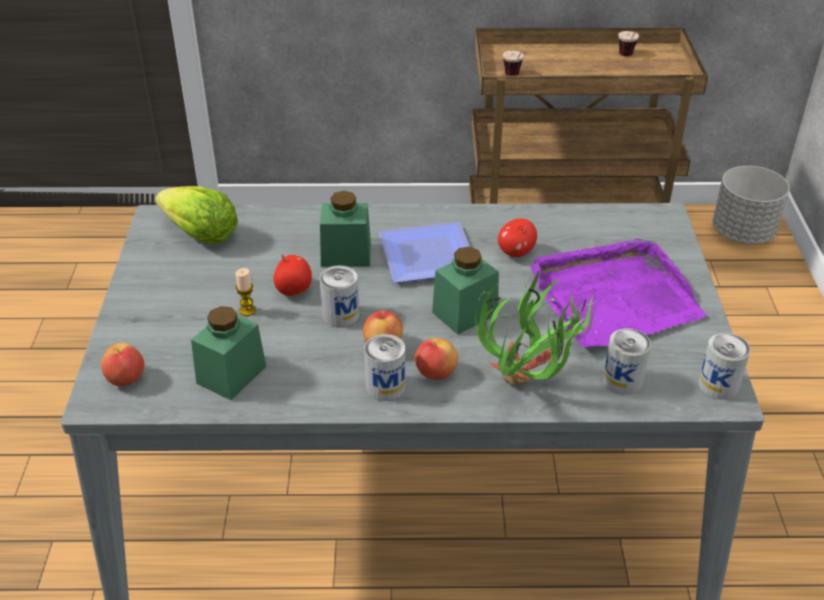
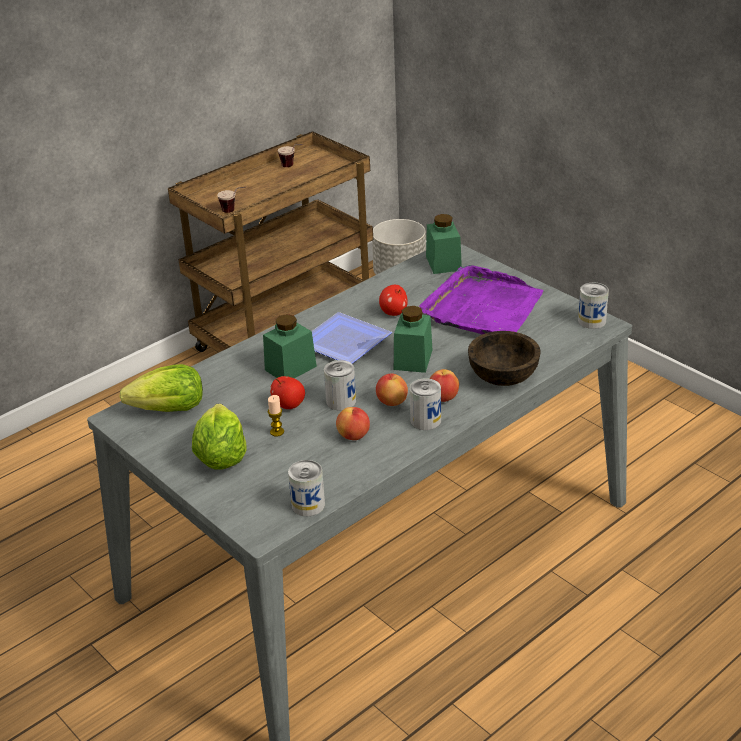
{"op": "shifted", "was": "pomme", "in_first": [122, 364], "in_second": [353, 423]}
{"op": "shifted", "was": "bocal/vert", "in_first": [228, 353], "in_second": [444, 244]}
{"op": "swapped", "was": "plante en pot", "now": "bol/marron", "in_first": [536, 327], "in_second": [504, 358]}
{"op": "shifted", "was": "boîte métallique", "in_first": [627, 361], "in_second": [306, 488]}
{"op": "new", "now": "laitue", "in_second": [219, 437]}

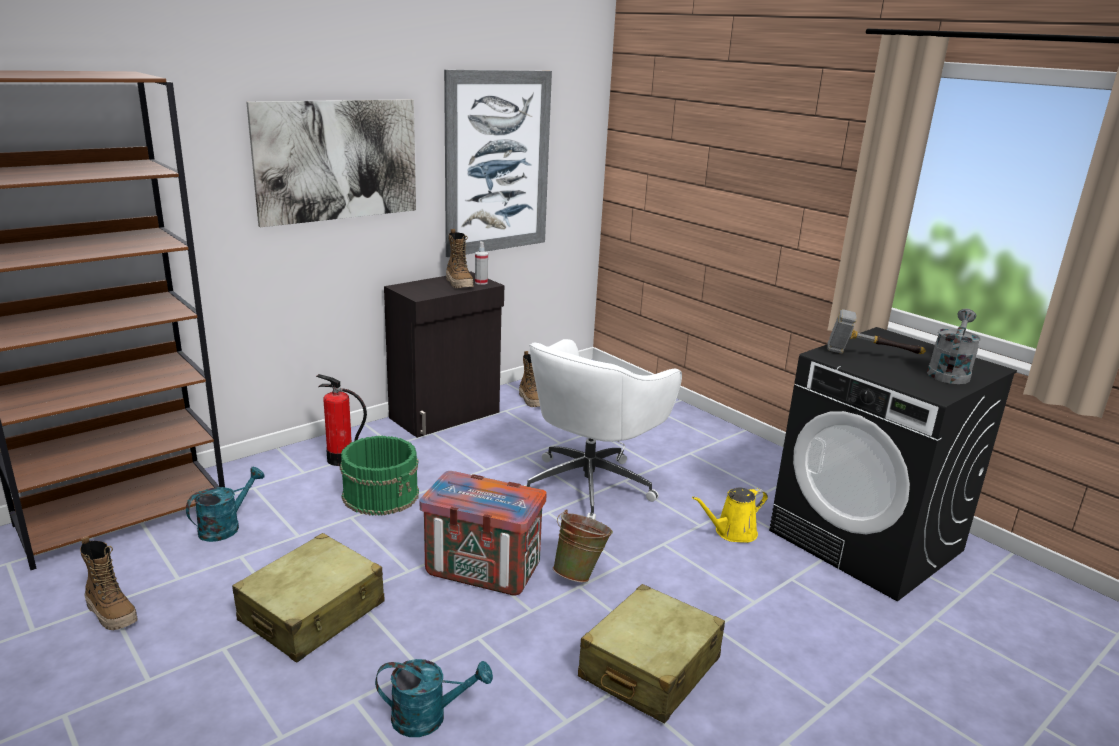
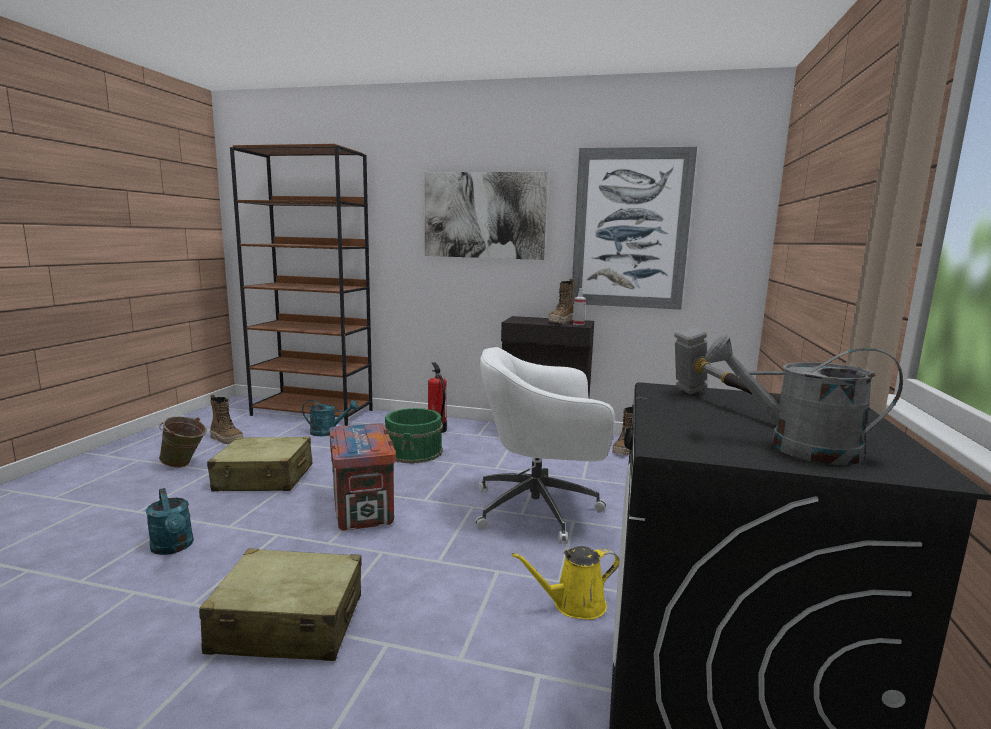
{"op": "rotated", "was": "botte", "in_first": [109, 583], "in_second": [226, 419], "clockwise": -60}
{"op": "shifted", "was": "seau/vert", "in_first": [583, 545], "in_second": [183, 442]}
{"op": "rotated", "was": "arrosoir/jaune", "in_first": [730, 515], "in_second": [565, 583], "clockwise": -45}
{"op": "rotated", "was": "arrosoir/gris", "in_first": [954, 346], "in_second": [804, 400], "clockwise": -150}

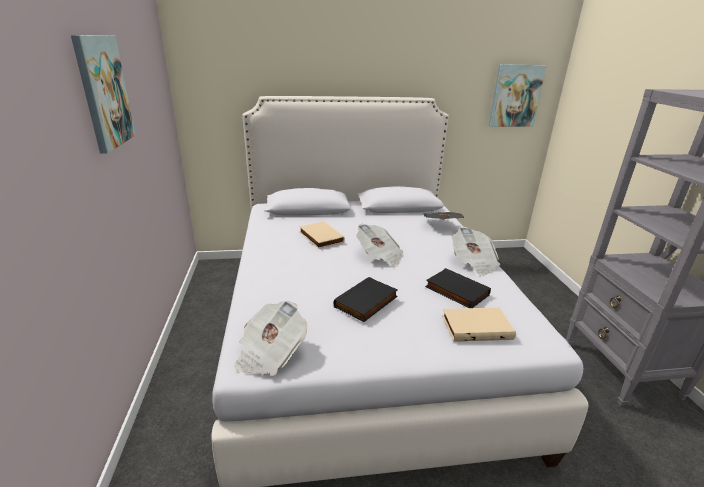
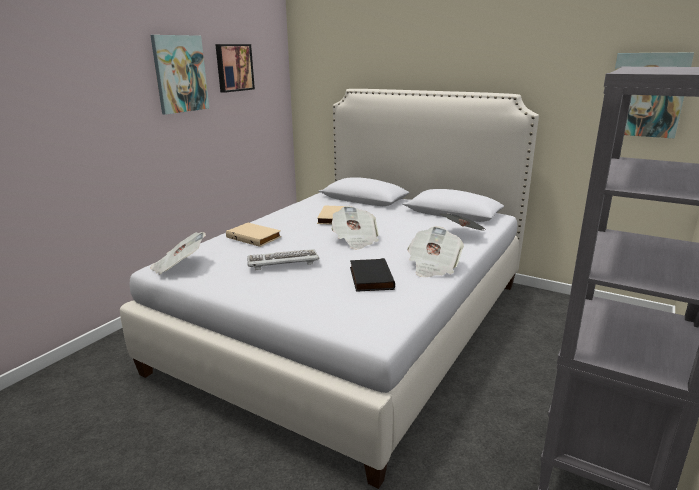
{"op": "swapped", "was": "livre/noir", "now": "clavier", "in_first": [366, 299], "in_second": [283, 259]}
{"op": "shifted", "was": "livre/beige", "in_first": [479, 324], "in_second": [253, 235]}
{"op": "new", "now": "tableau", "in_second": [235, 68]}

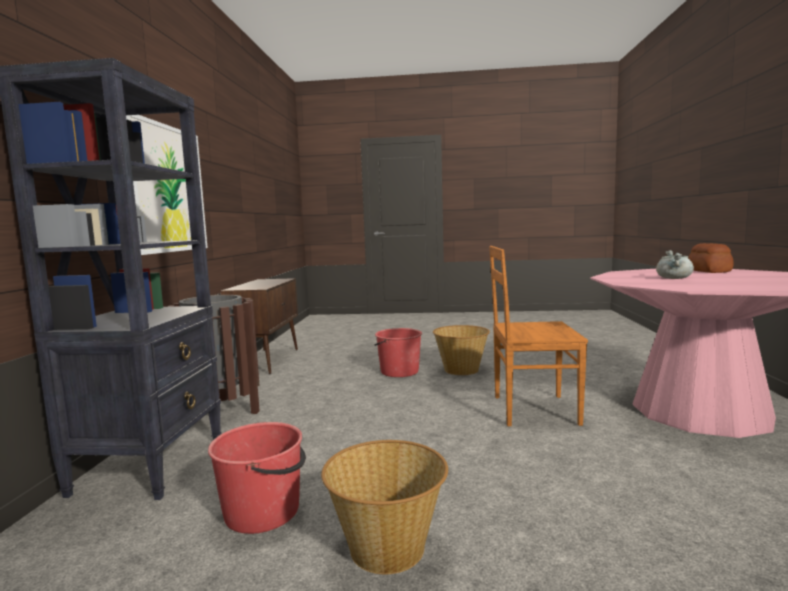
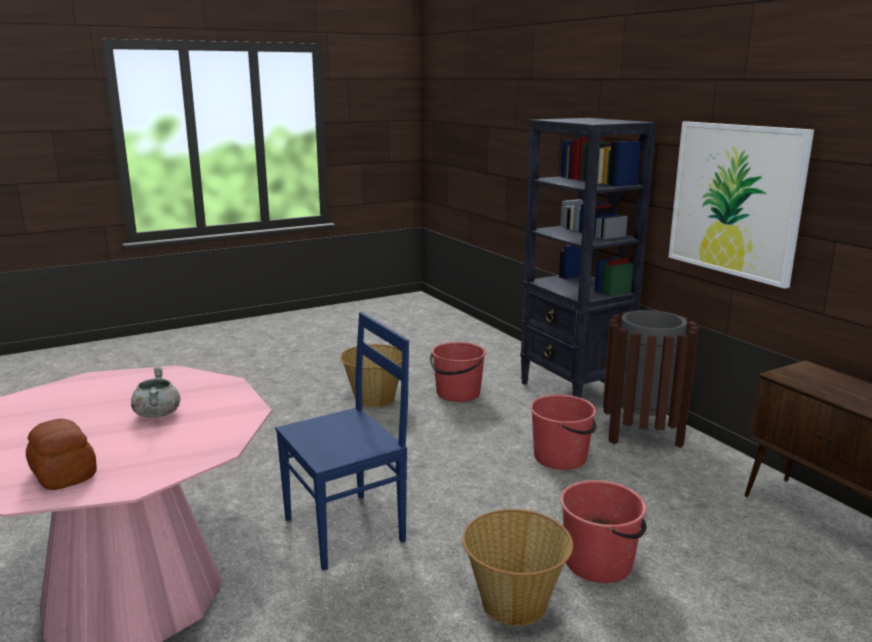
{"op": "repainted", "was": "chaise/marron", "now": "chaise/bleu", "in_first": [538, 336], "in_second": [342, 441]}
{"op": "new", "now": "seau/rouge", "in_second": [563, 432]}

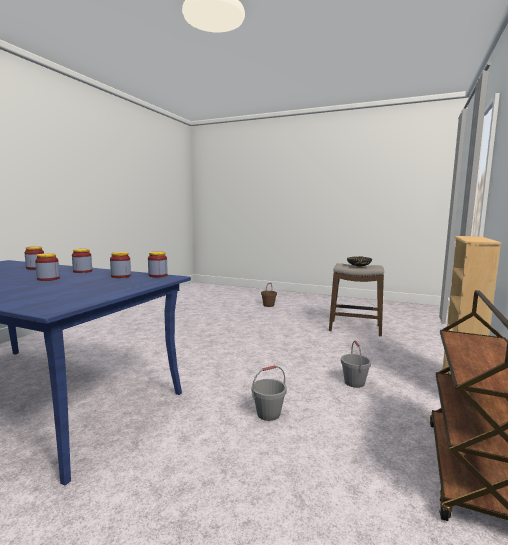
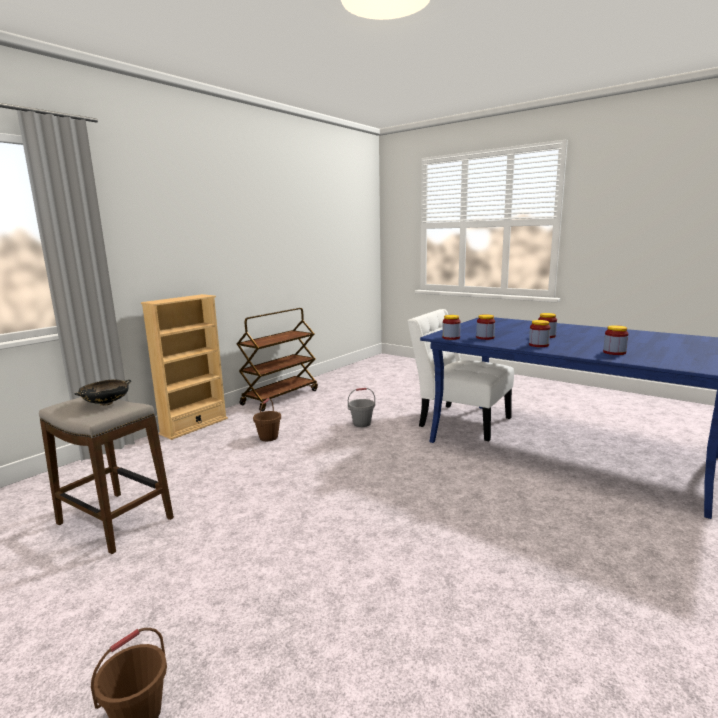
{"op": "repainted", "was": "seau/gris", "now": "seau/marron", "in_first": [356, 364], "in_second": [267, 419]}
{"op": "new", "now": "chaise/blanc", "in_second": [461, 375]}

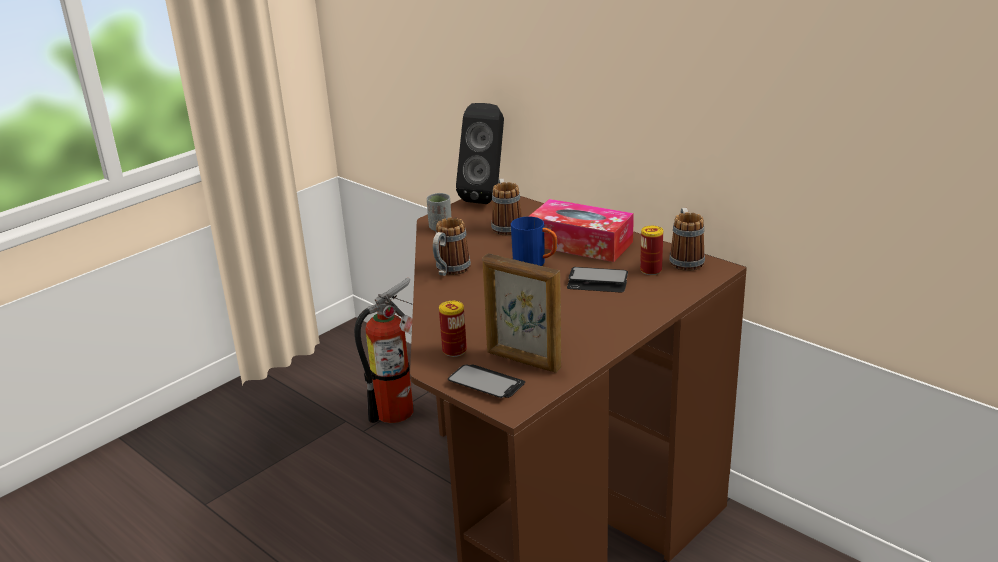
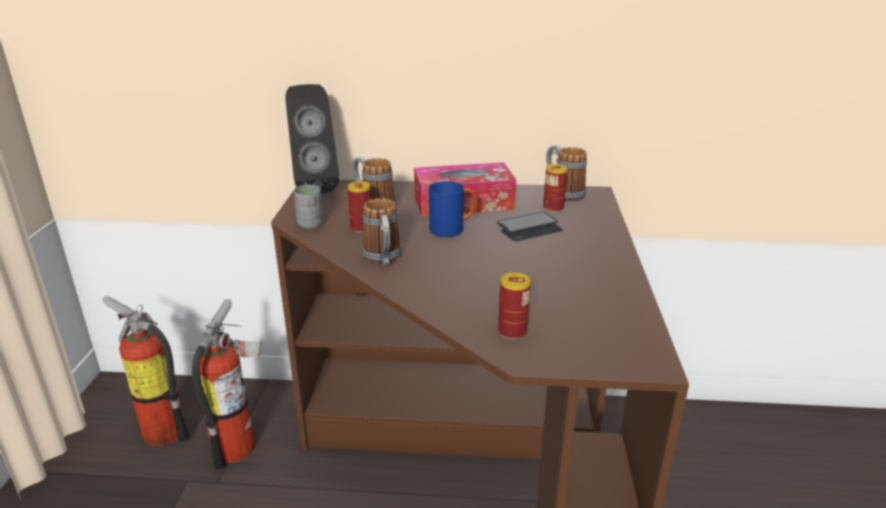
{"op": "gone", "was": "téléphone", "in_first": [486, 381]}
{"op": "gone", "was": "cadre photo", "in_first": [522, 313]}
{"op": "new", "now": "extincteur", "in_second": [145, 371]}
{"op": "new", "now": "boîte métallique", "in_second": [359, 207]}

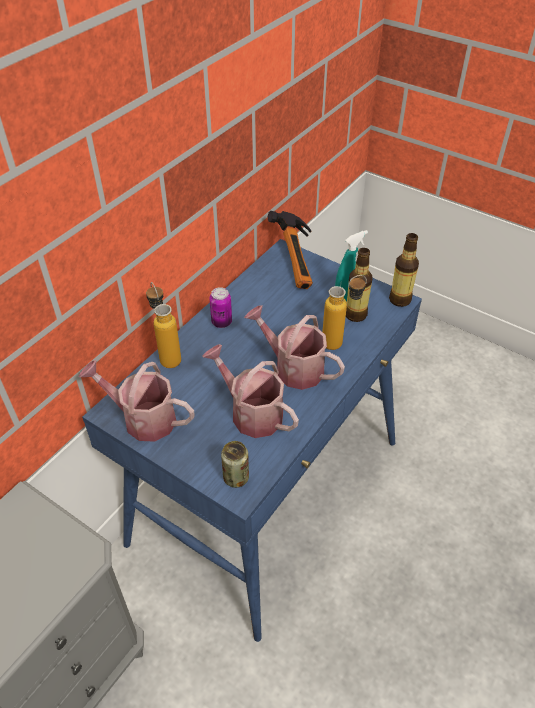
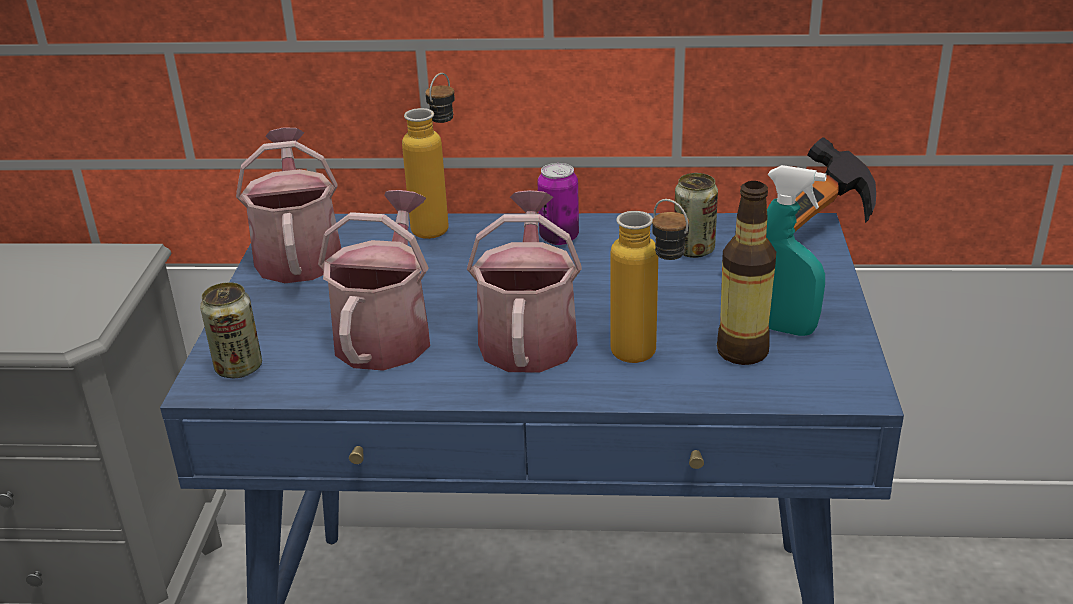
{"op": "gone", "was": "bouteille", "in_first": [404, 270]}
{"op": "new", "now": "boîte métallique", "in_second": [696, 215]}

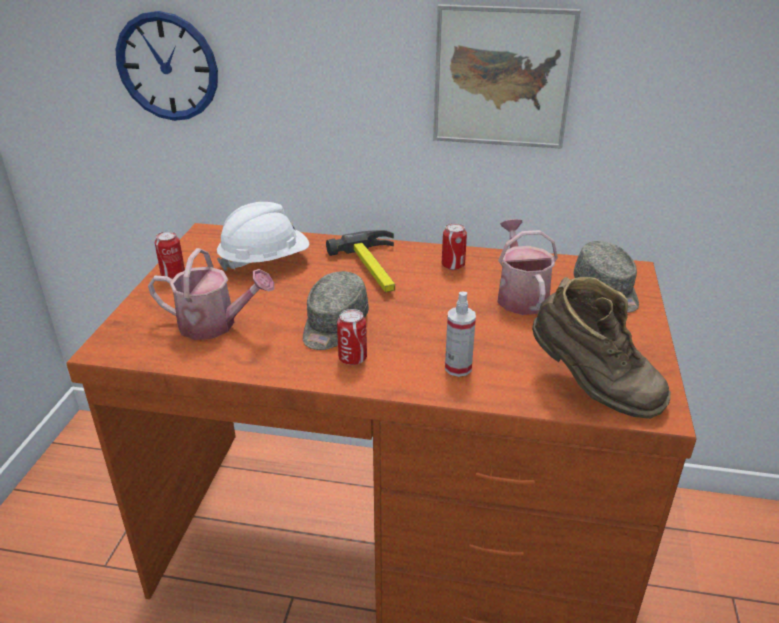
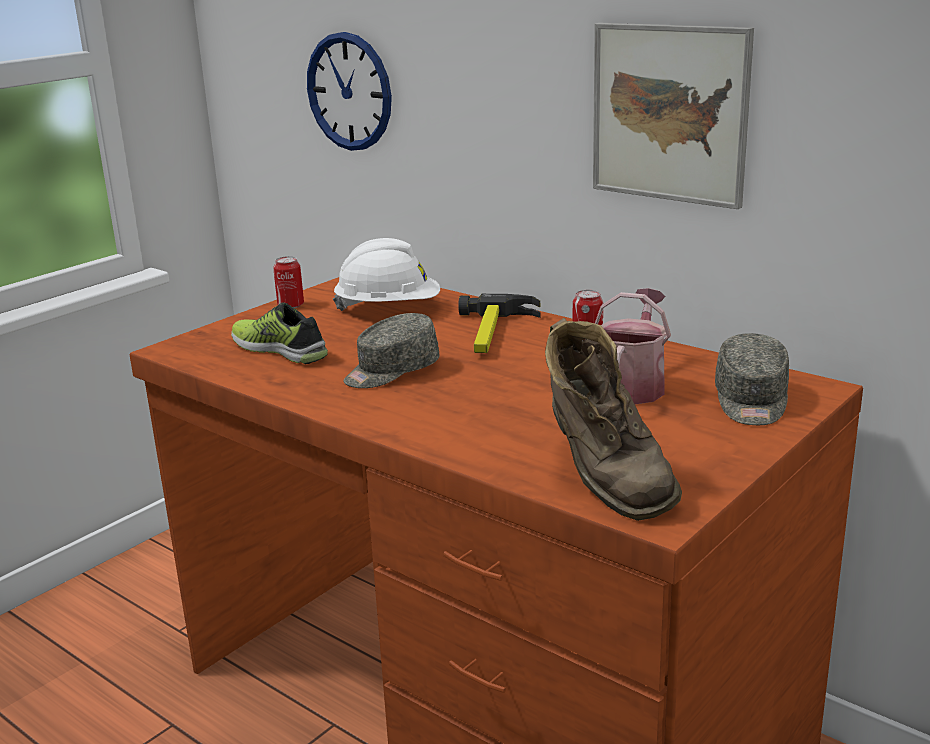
{"op": "swapped", "was": "arrosoir", "now": "chaussure", "in_first": [211, 294], "in_second": [279, 333]}
{"op": "gone", "was": "boîte métallique", "in_first": [352, 337]}
{"op": "gone", "was": "vaporisateur", "in_first": [460, 334]}

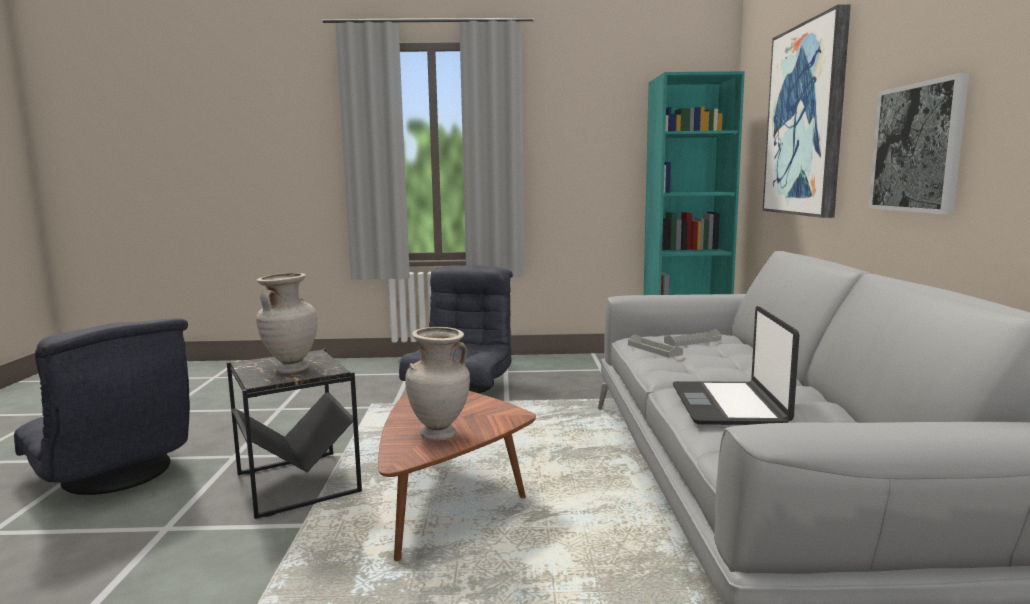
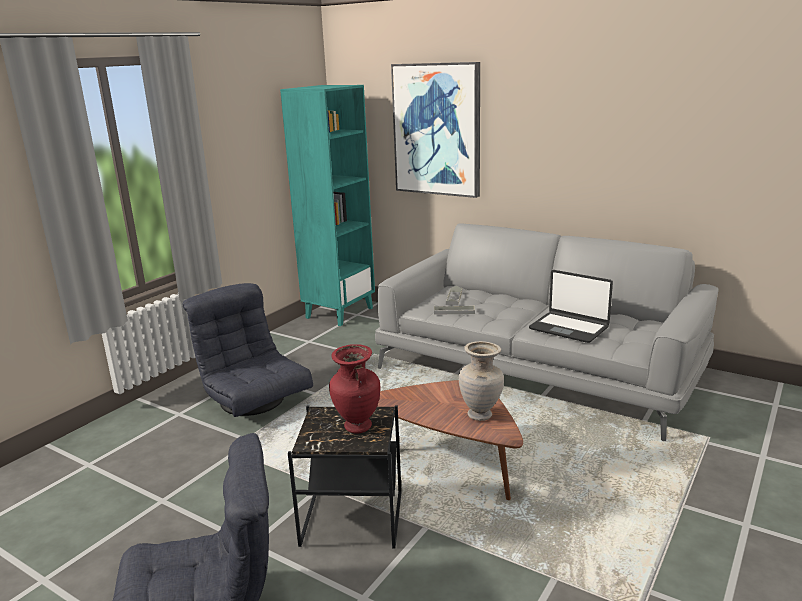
{"op": "repainted", "was": "vase/beige", "now": "vase/rouge", "in_first": [287, 323], "in_second": [354, 389]}
{"op": "gone", "was": "tableau", "in_first": [919, 143]}

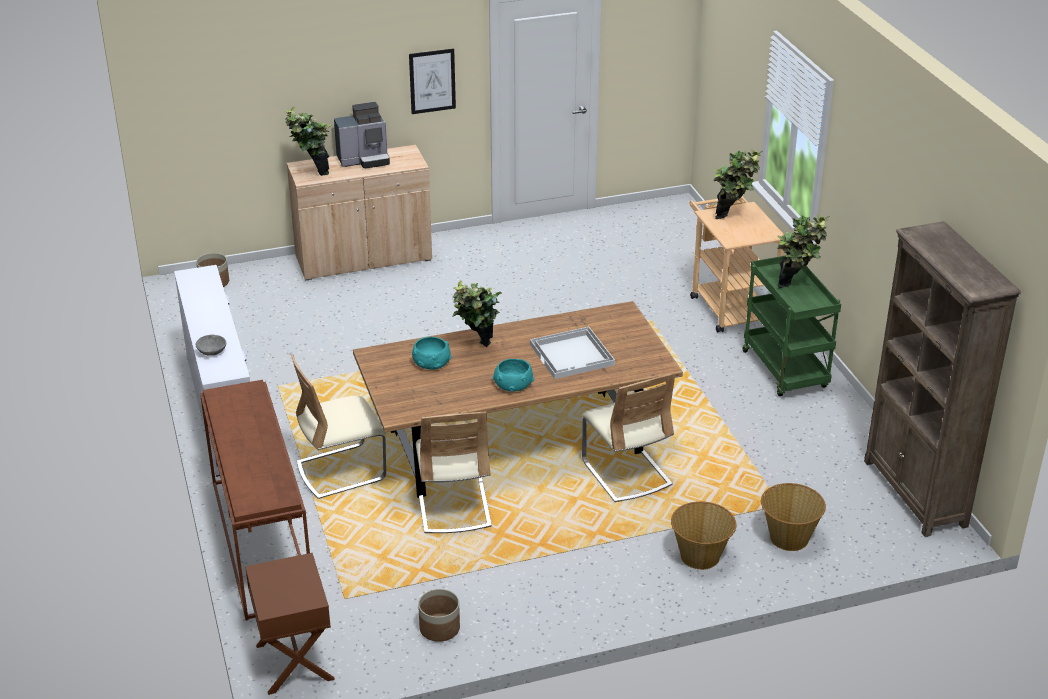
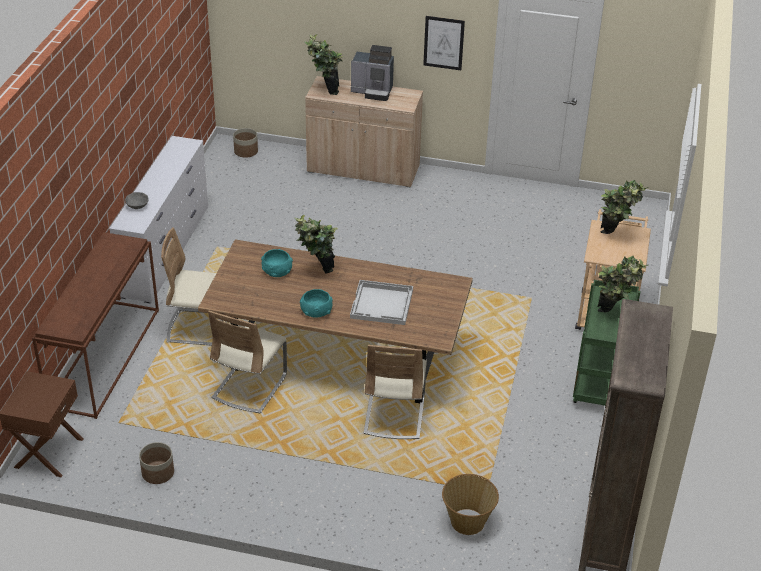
{"op": "gone", "was": "panier", "in_first": [703, 535]}

